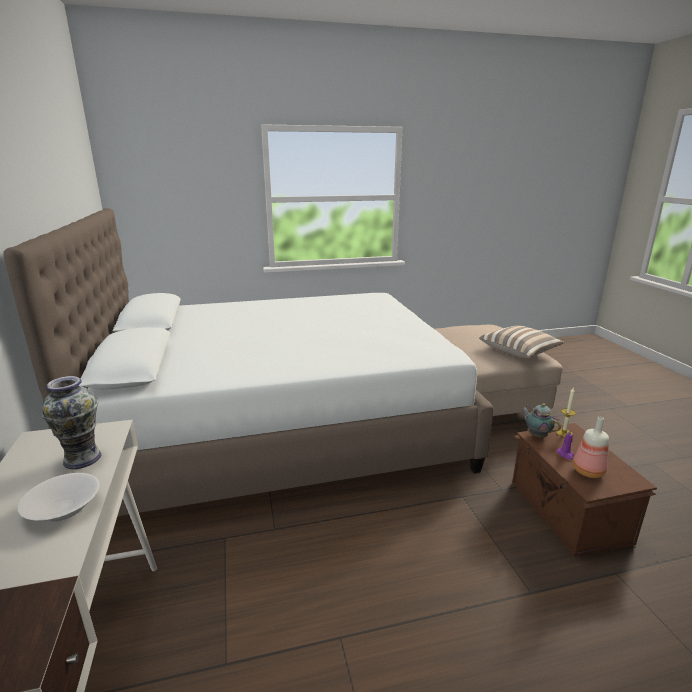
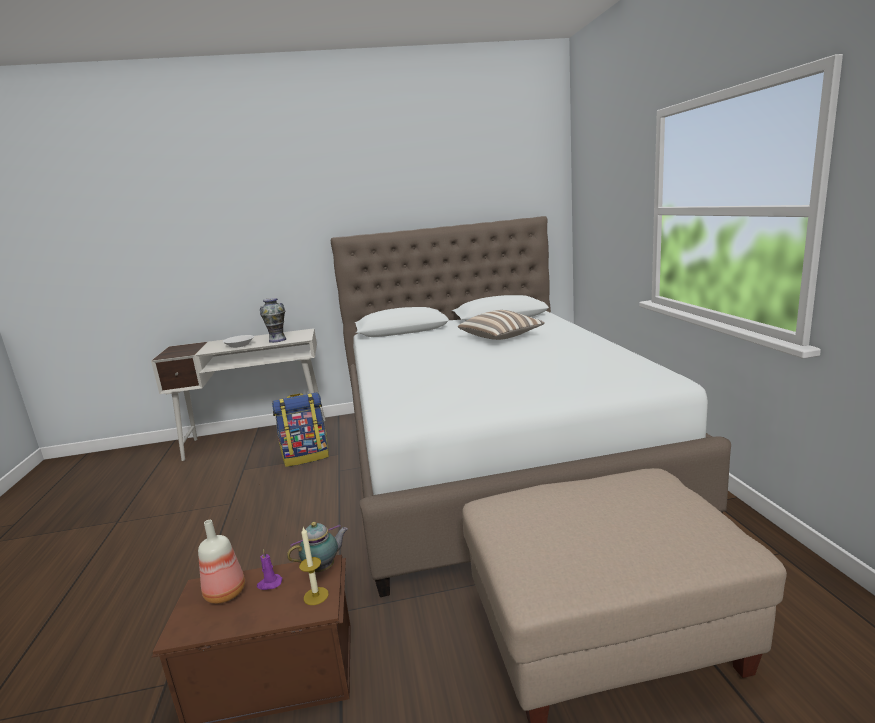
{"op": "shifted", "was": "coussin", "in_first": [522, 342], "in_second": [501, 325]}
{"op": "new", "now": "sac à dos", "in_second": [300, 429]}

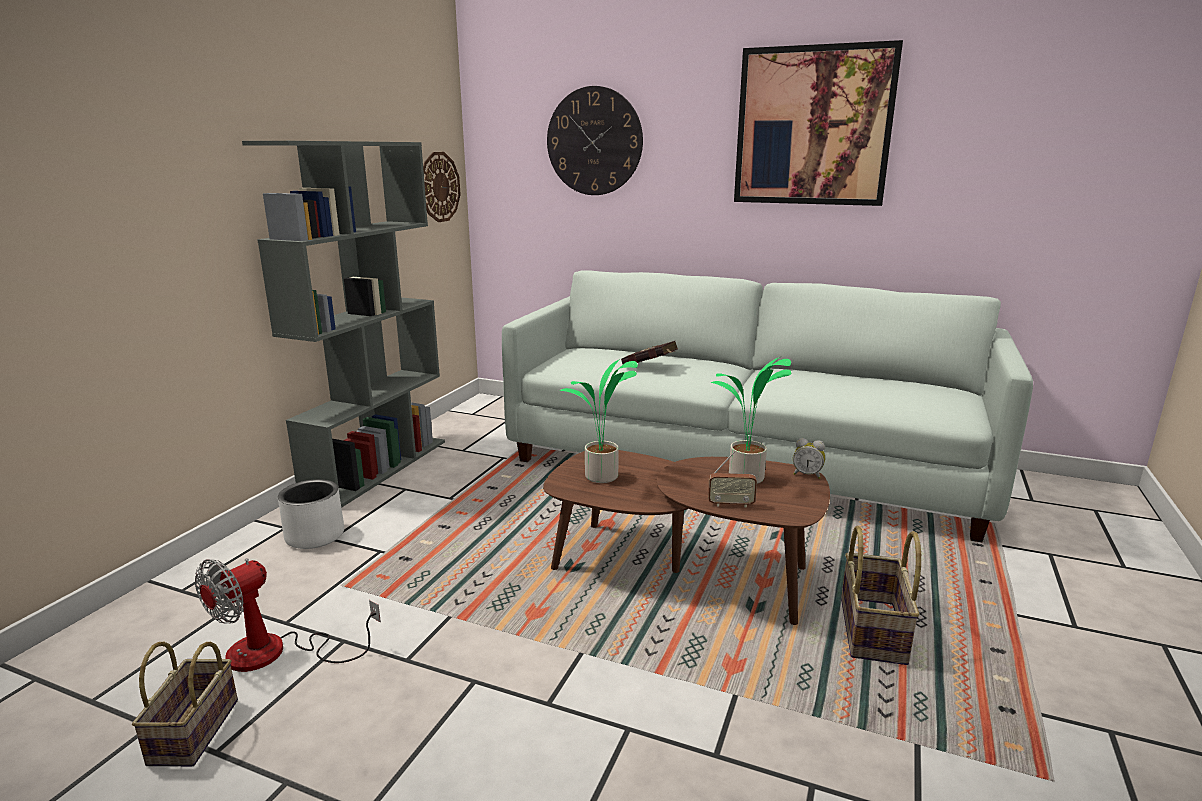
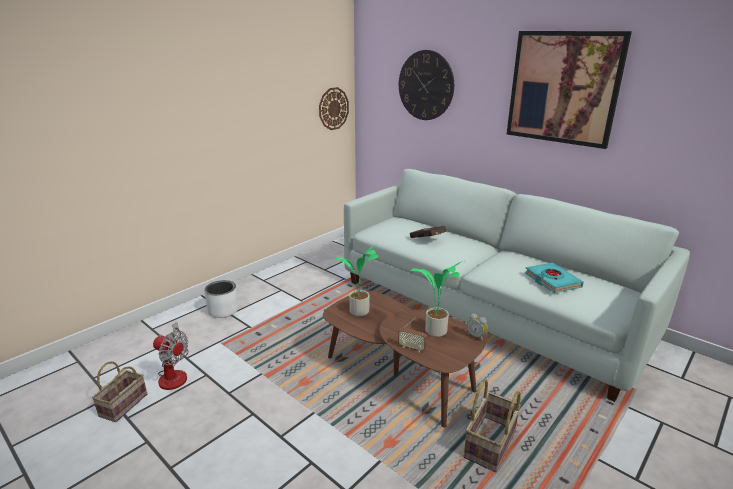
{"op": "rotated", "was": "ventilateur", "in_first": [288, 615], "in_second": [170, 356], "clockwise": -120}
{"op": "gone", "was": "bibliothèque/gris", "in_first": [343, 324]}
{"op": "new", "now": "livre/turquoise", "in_second": [554, 278]}

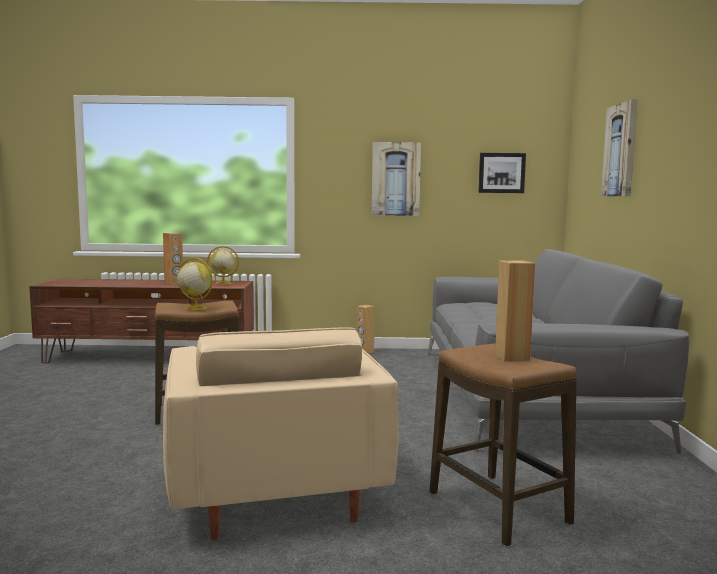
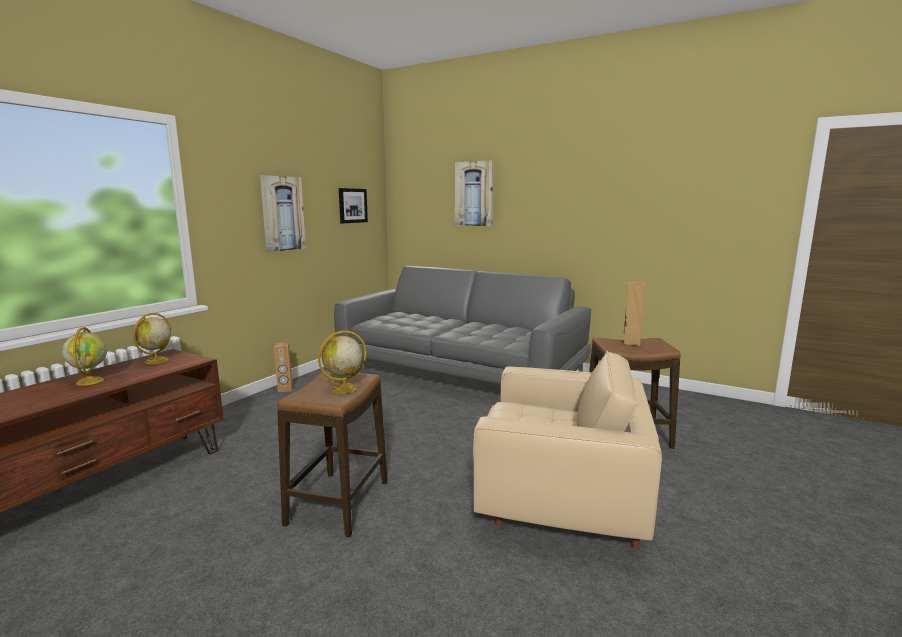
{"op": "swapped", "was": "enceinte/marron", "now": "globe", "in_first": [173, 259], "in_second": [84, 356]}

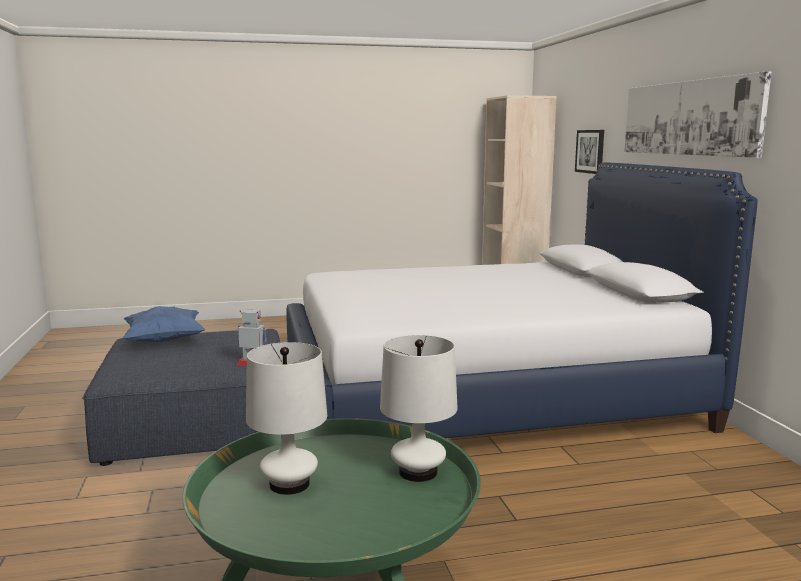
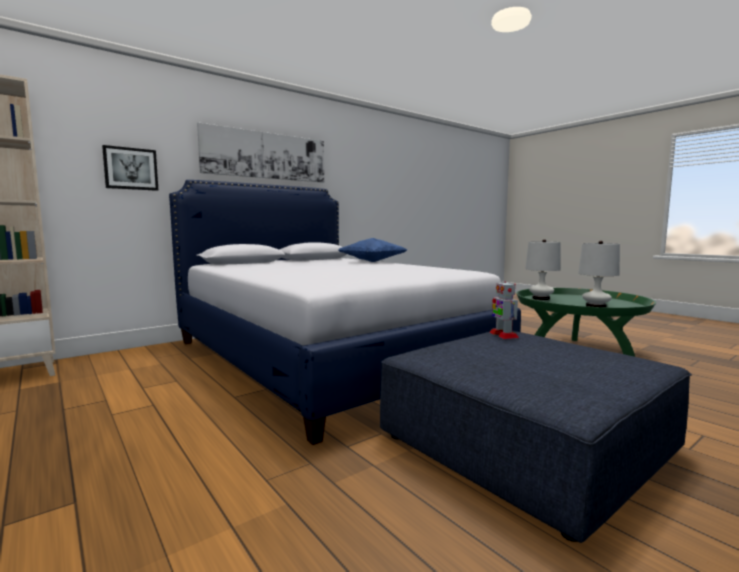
{"op": "shifted", "was": "coussin/bleu", "in_first": [164, 324], "in_second": [372, 250]}

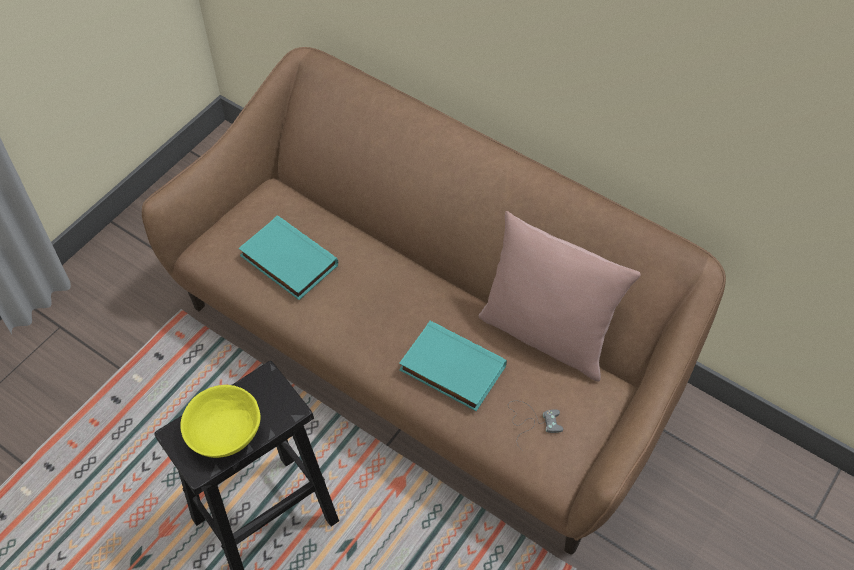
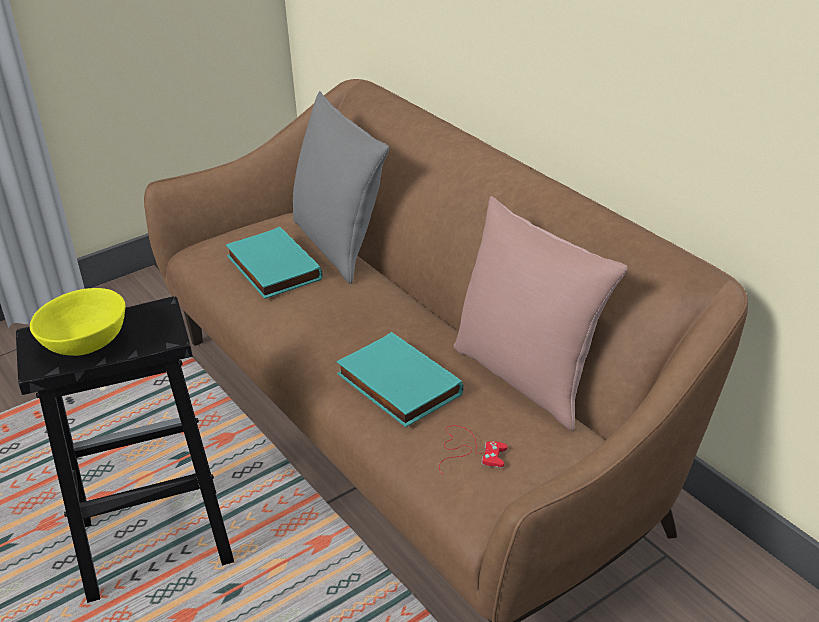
{"op": "repainted", "was": "manette/gris", "now": "manette/rouge", "in_first": [535, 426], "in_second": [473, 450]}
{"op": "new", "now": "coussin/gris", "in_second": [341, 187]}

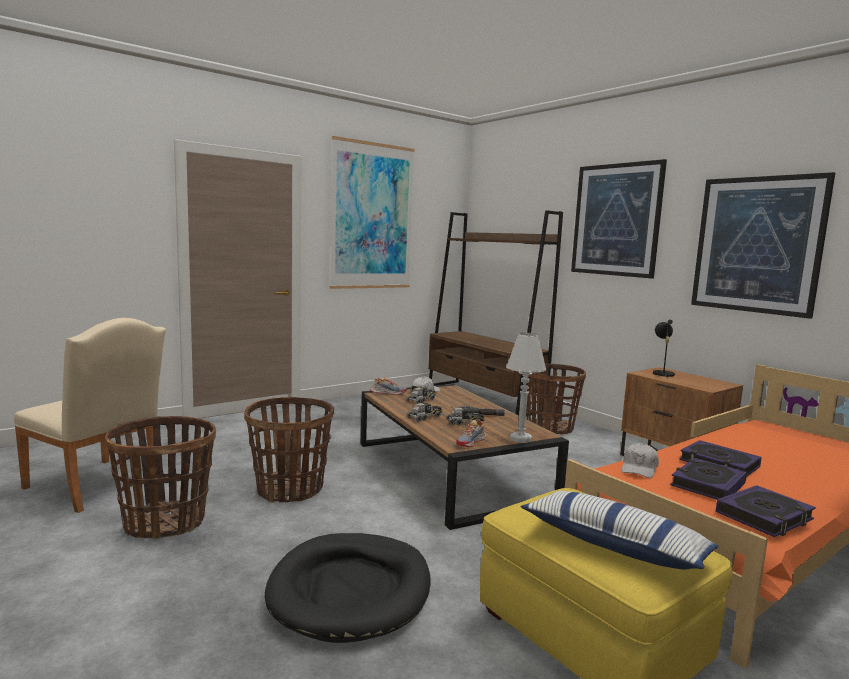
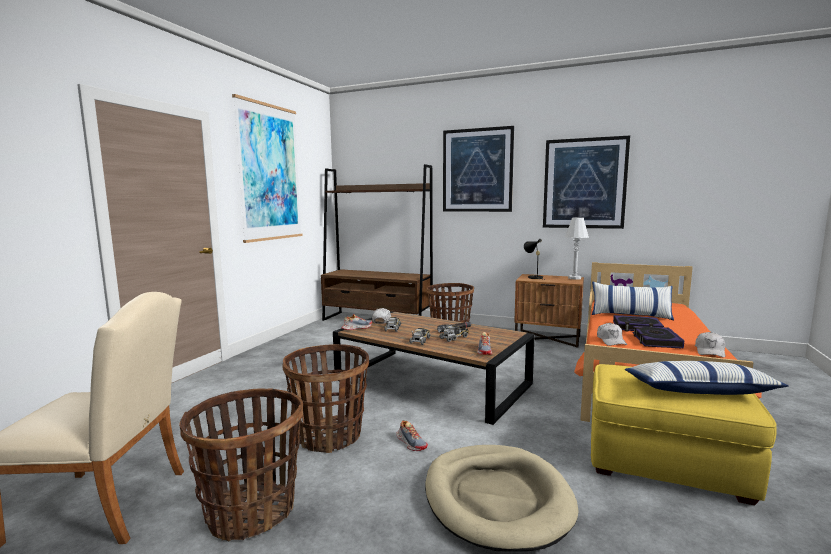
{"op": "repainted", "was": "panier pour chien/noir", "now": "panier pour chien/beige", "in_first": [347, 588], "in_second": [502, 498]}
{"op": "shifted", "was": "lampe de table/blanc", "in_first": [526, 388], "in_second": [577, 248]}
{"op": "swapped", "was": "livre", "now": "casquette/blanc", "in_first": [766, 511], "in_second": [710, 345]}
{"op": "new", "now": "chaussure", "in_second": [412, 435]}
{"op": "new", "now": "coussin", "in_second": [633, 301]}

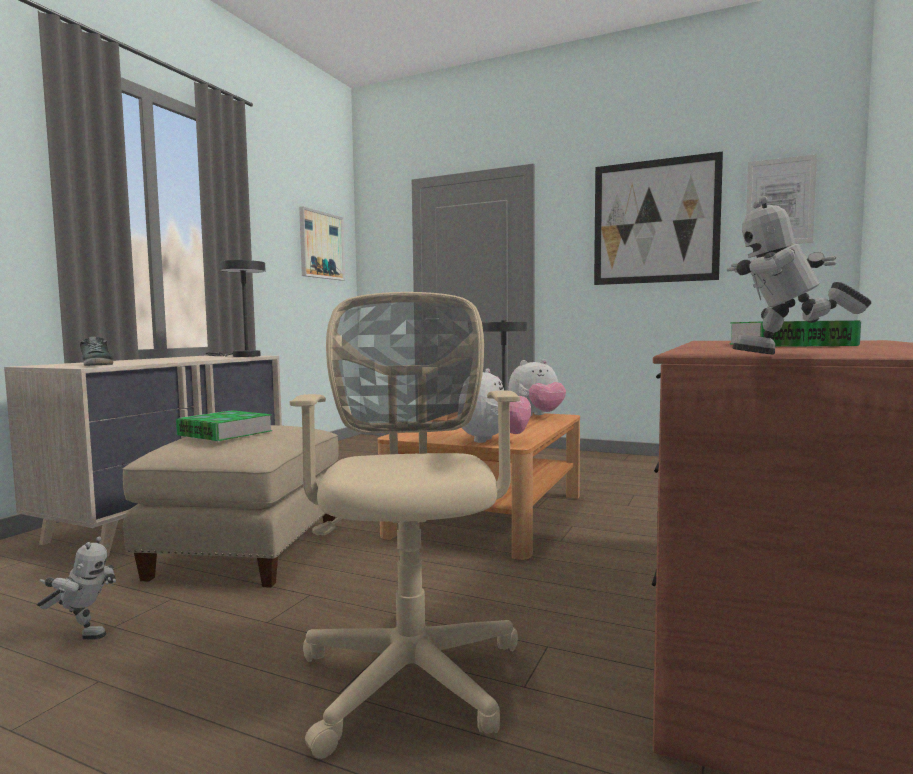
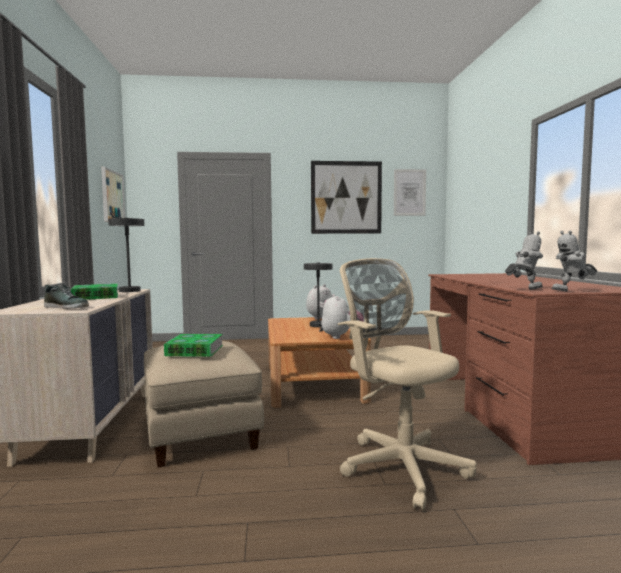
{"op": "shifted", "was": "robot jouet", "in_first": [76, 588], "in_second": [524, 260]}
{"op": "shifted", "was": "livre", "in_first": [795, 333], "in_second": [94, 292]}

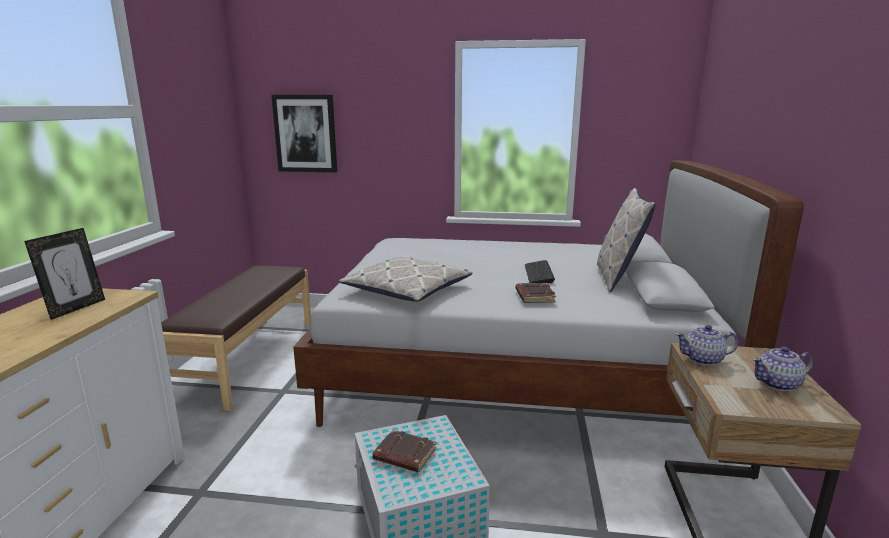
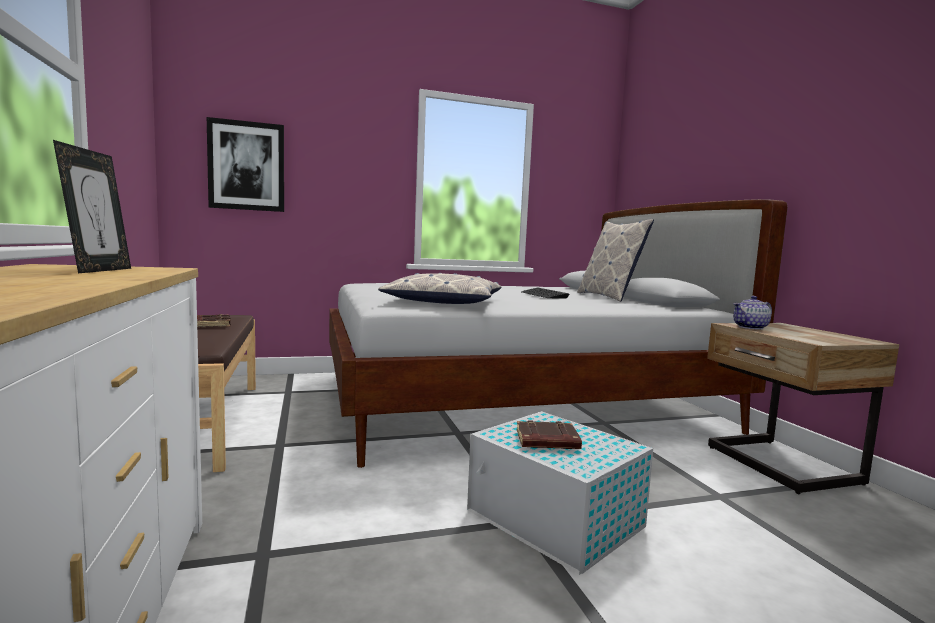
{"op": "shifted", "was": "livre/marron", "in_first": [536, 293], "in_second": [214, 321]}
{"op": "gone", "was": "théière", "in_first": [782, 369]}

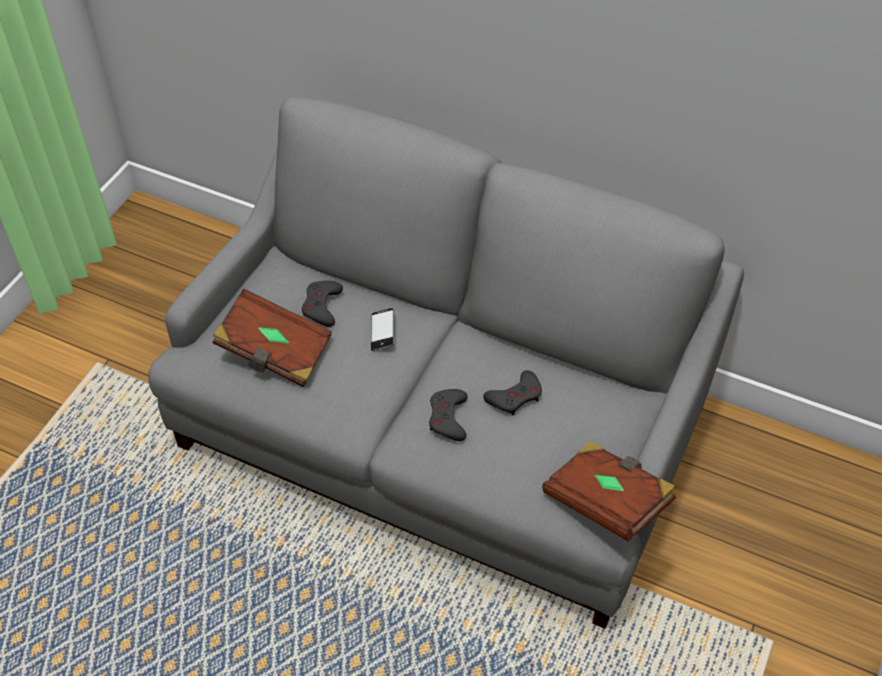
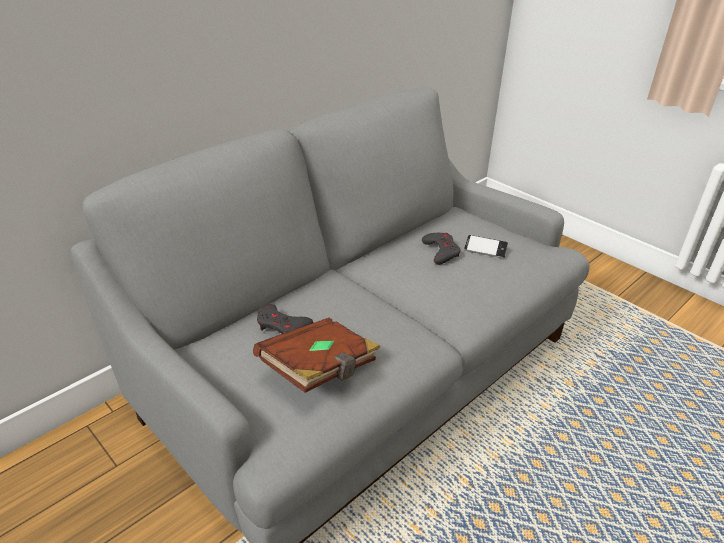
{"op": "shifted", "was": "téléphone", "in_first": [382, 329], "in_second": [486, 246]}
{"op": "gone", "was": "manette/gris", "in_first": [448, 415]}
{"op": "gone", "was": "livre/marron", "in_first": [609, 491]}

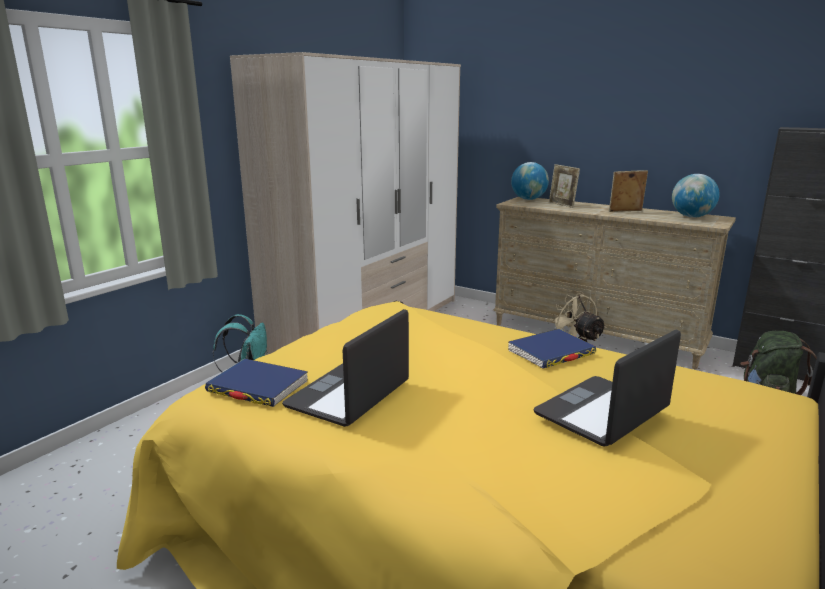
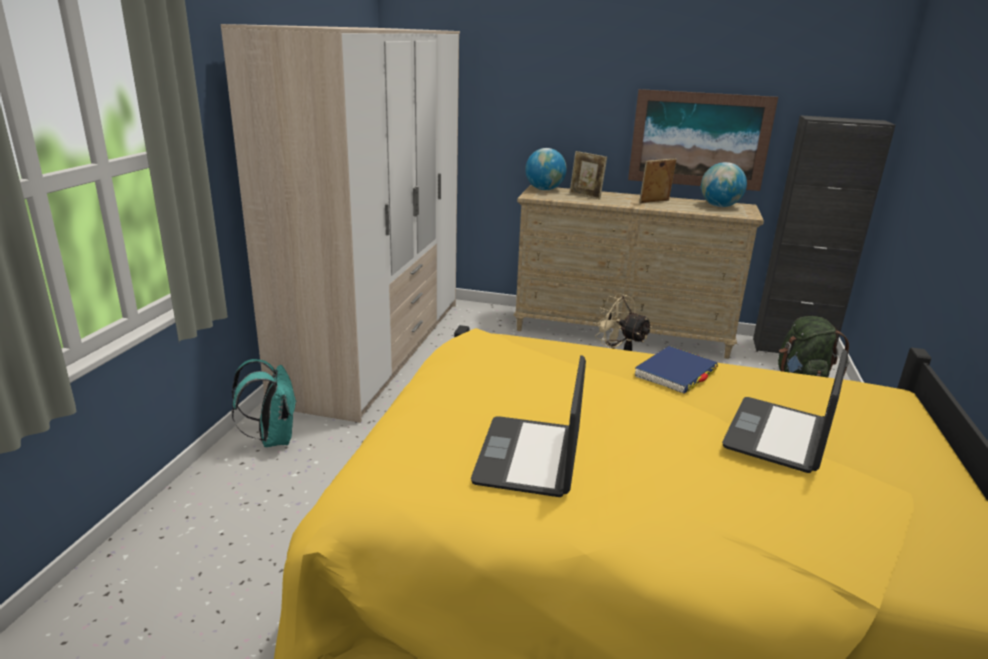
{"op": "gone", "was": "livre/bleu", "in_first": [256, 383]}
{"op": "new", "now": "tableau", "in_second": [703, 140]}

